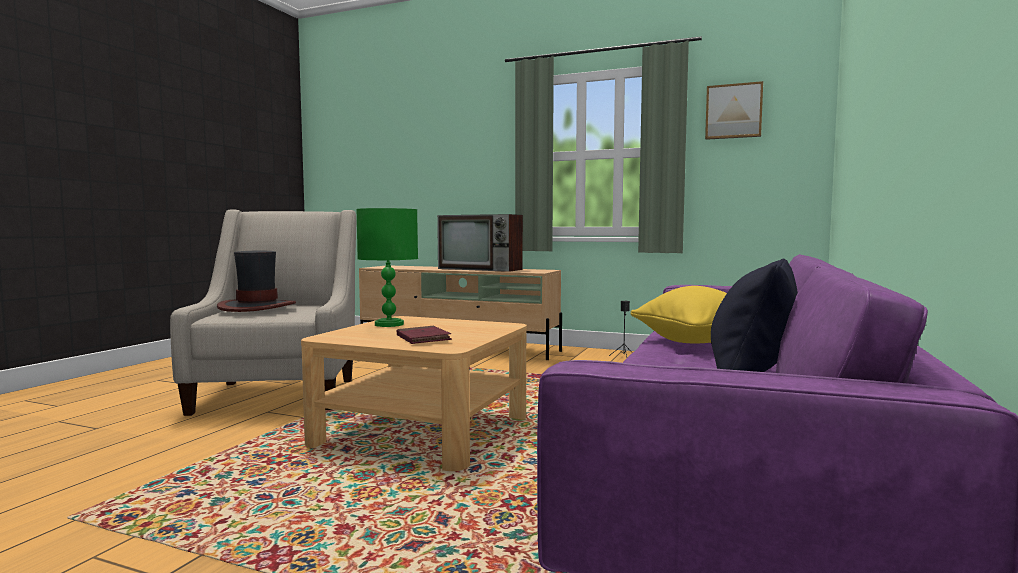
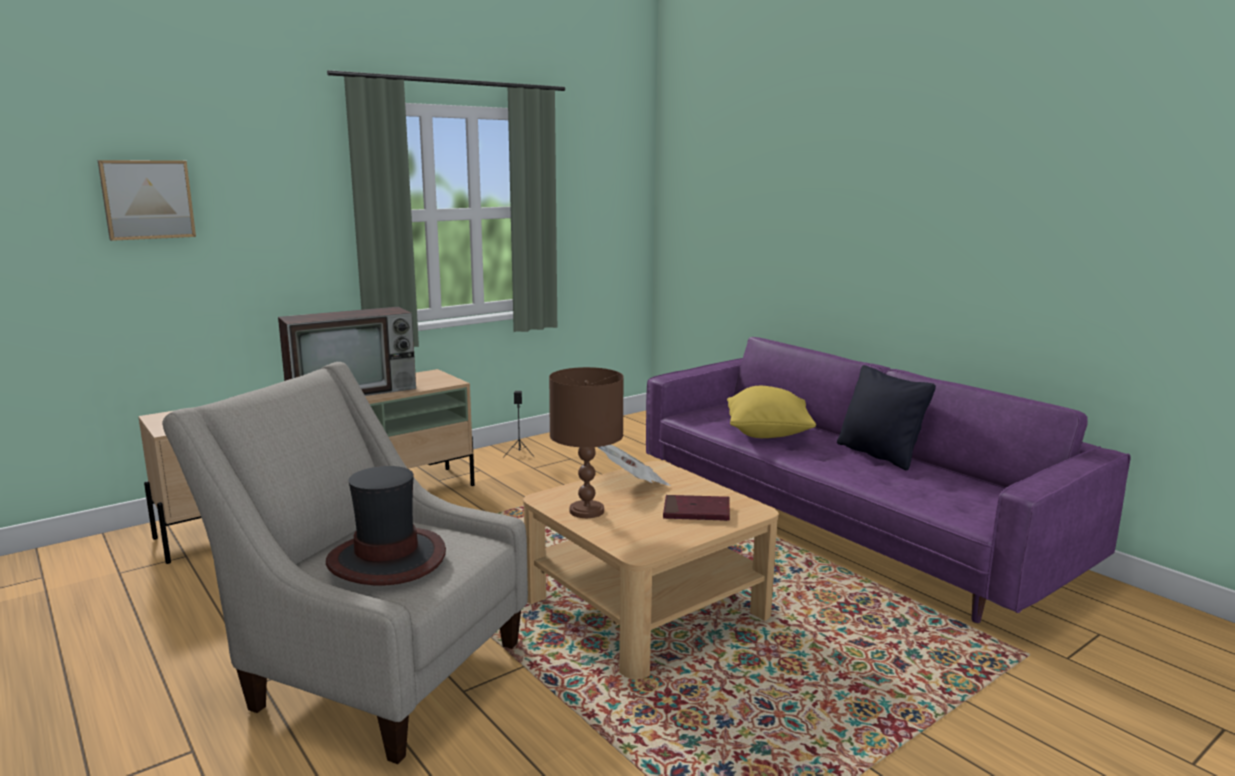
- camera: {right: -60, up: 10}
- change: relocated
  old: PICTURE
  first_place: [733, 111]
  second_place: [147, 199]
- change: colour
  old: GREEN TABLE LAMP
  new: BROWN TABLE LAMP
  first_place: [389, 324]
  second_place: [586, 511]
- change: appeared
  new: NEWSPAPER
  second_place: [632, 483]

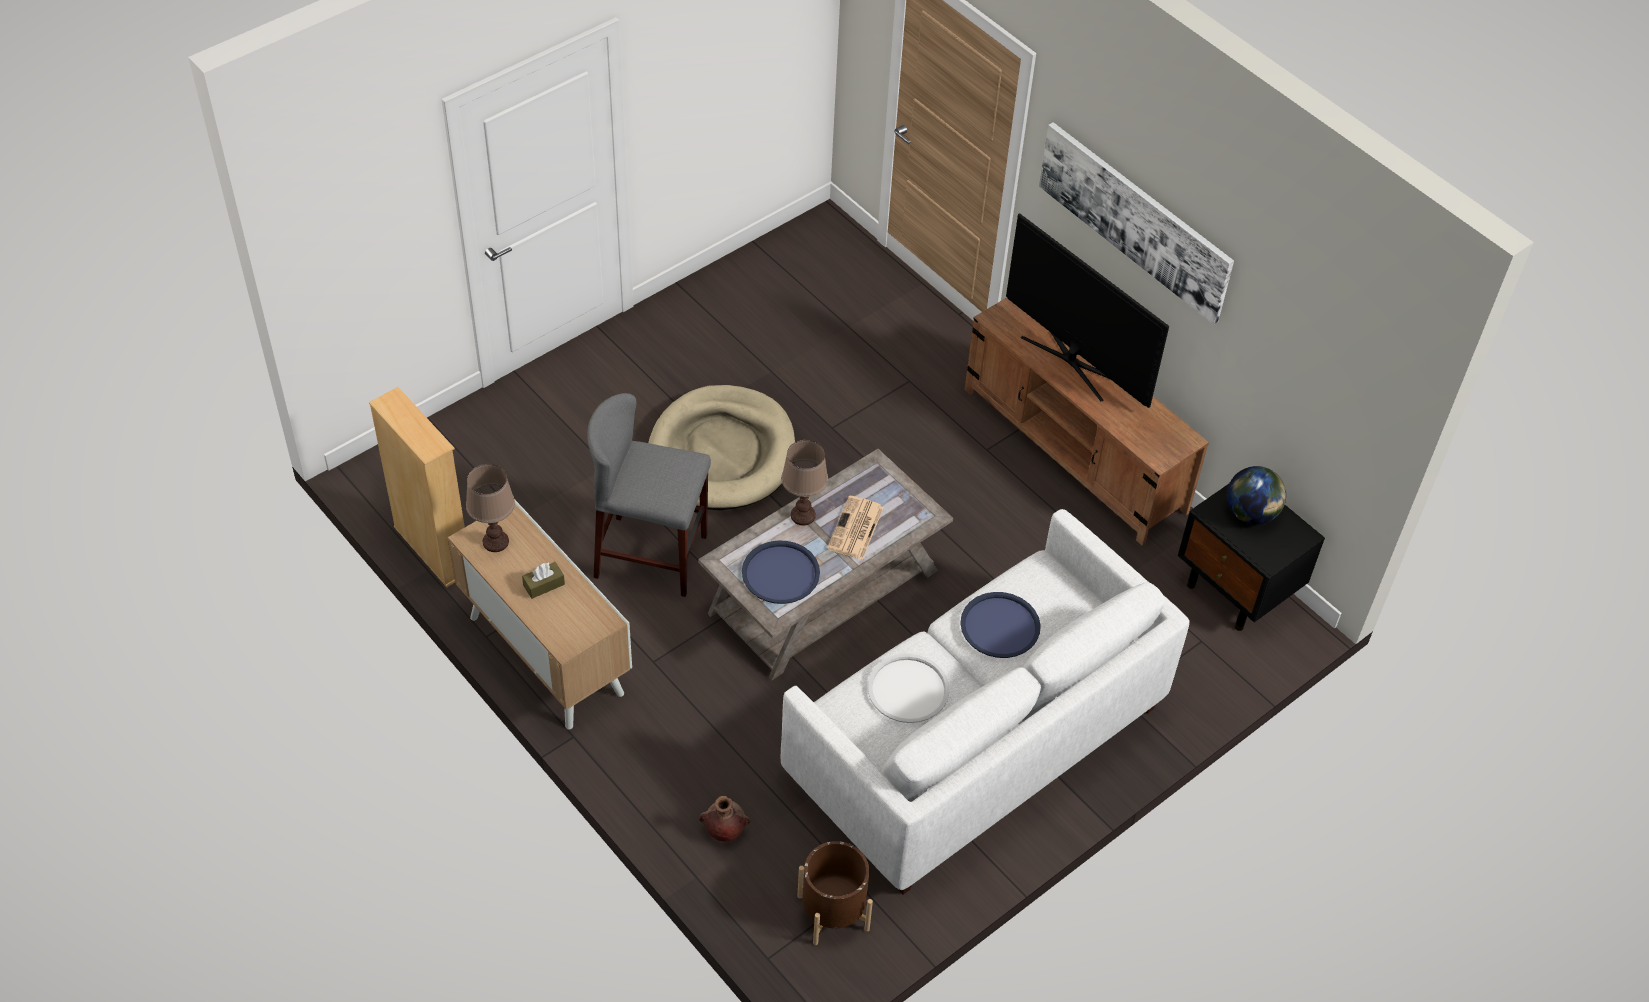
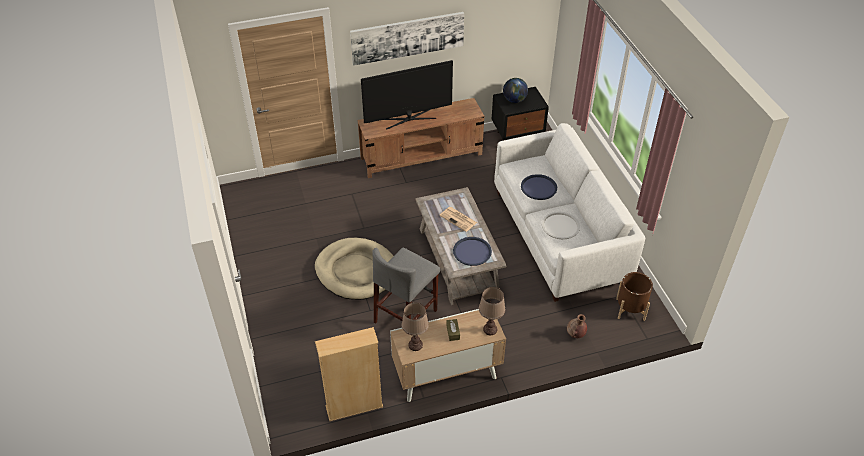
- camera: {right: -65, up: -5}
- change: relocated
  old: BROWN TABLE LAMP
  first_place: [802, 515]
  second_place: [490, 329]

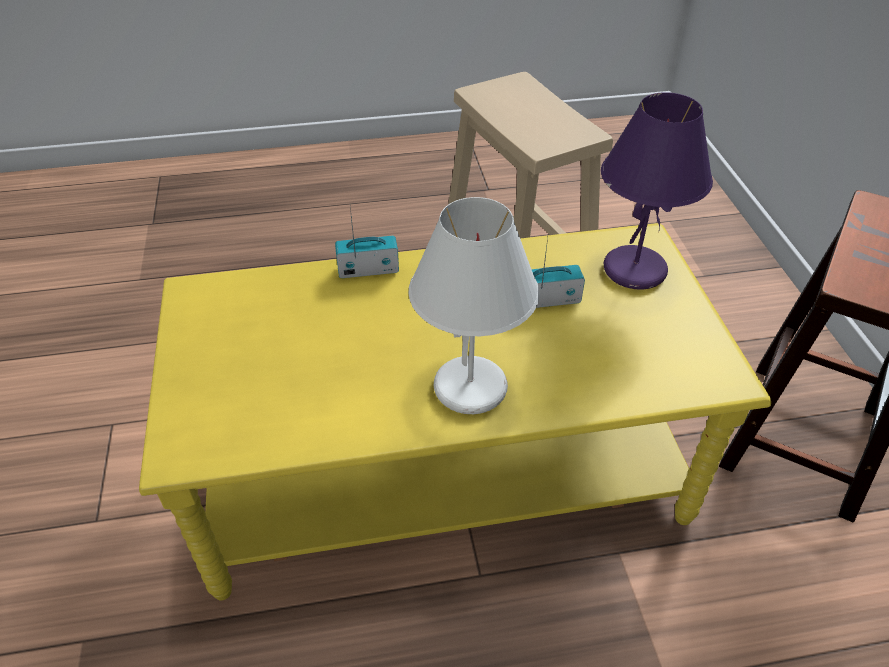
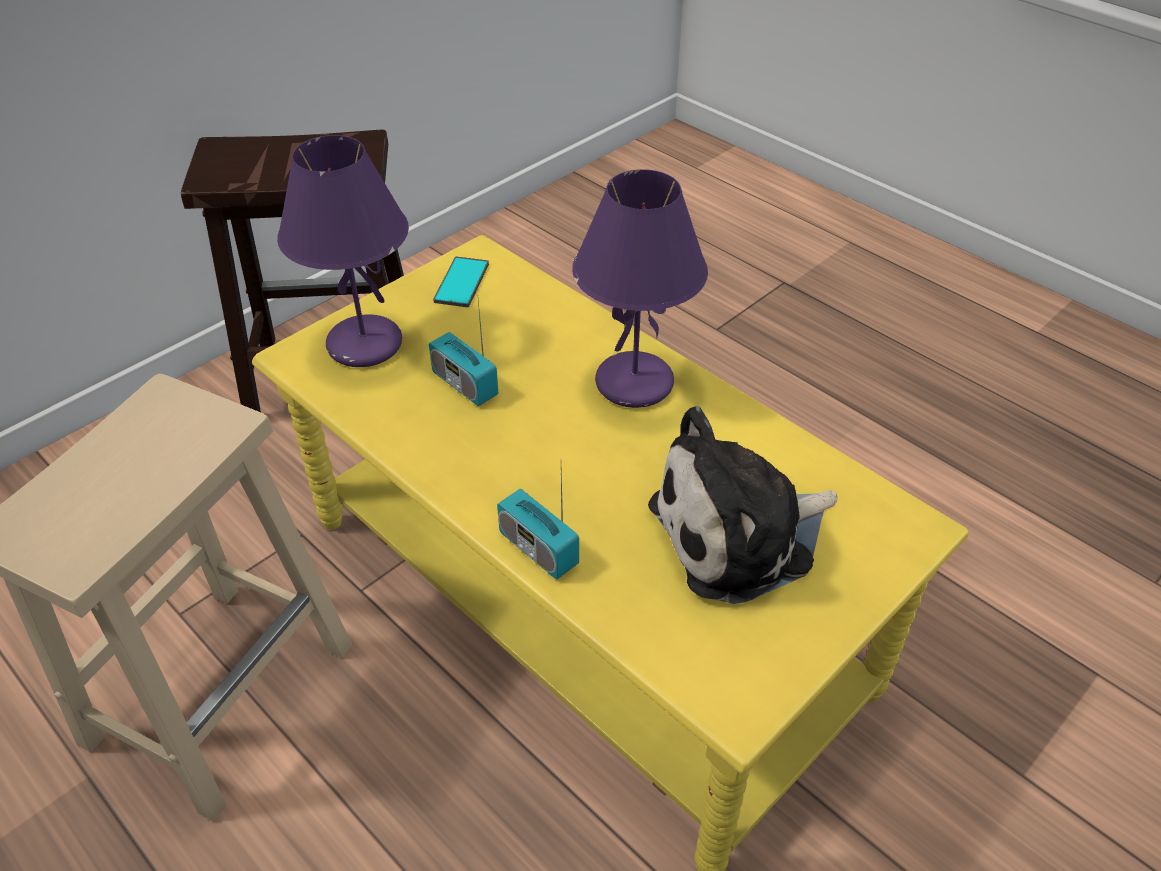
- camera: {right: -125, up: 0}
- change: colour
  old: WHITE TABLE LAMP
  new: PURPLE TABLE LAMP
  first_place: [471, 389]
  second_place: [634, 382]
- change: appeared
  new: PHONE
  second_place: [461, 283]
- change: appeared
  new: PLUSH TOY
  second_place: [740, 534]

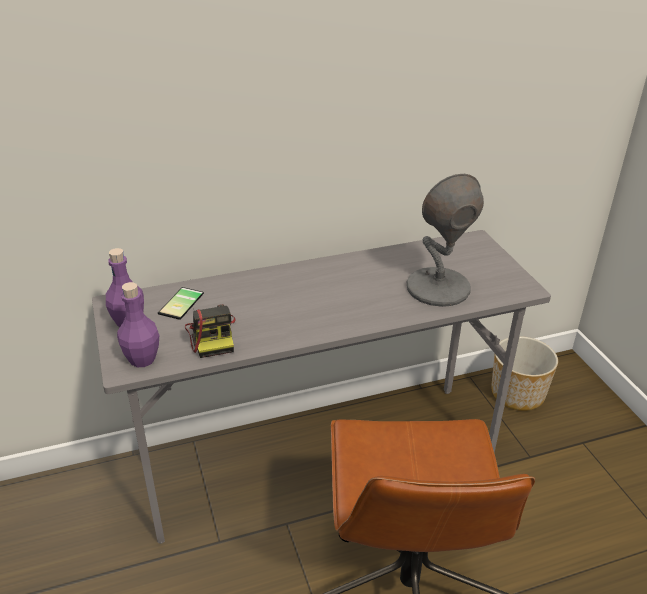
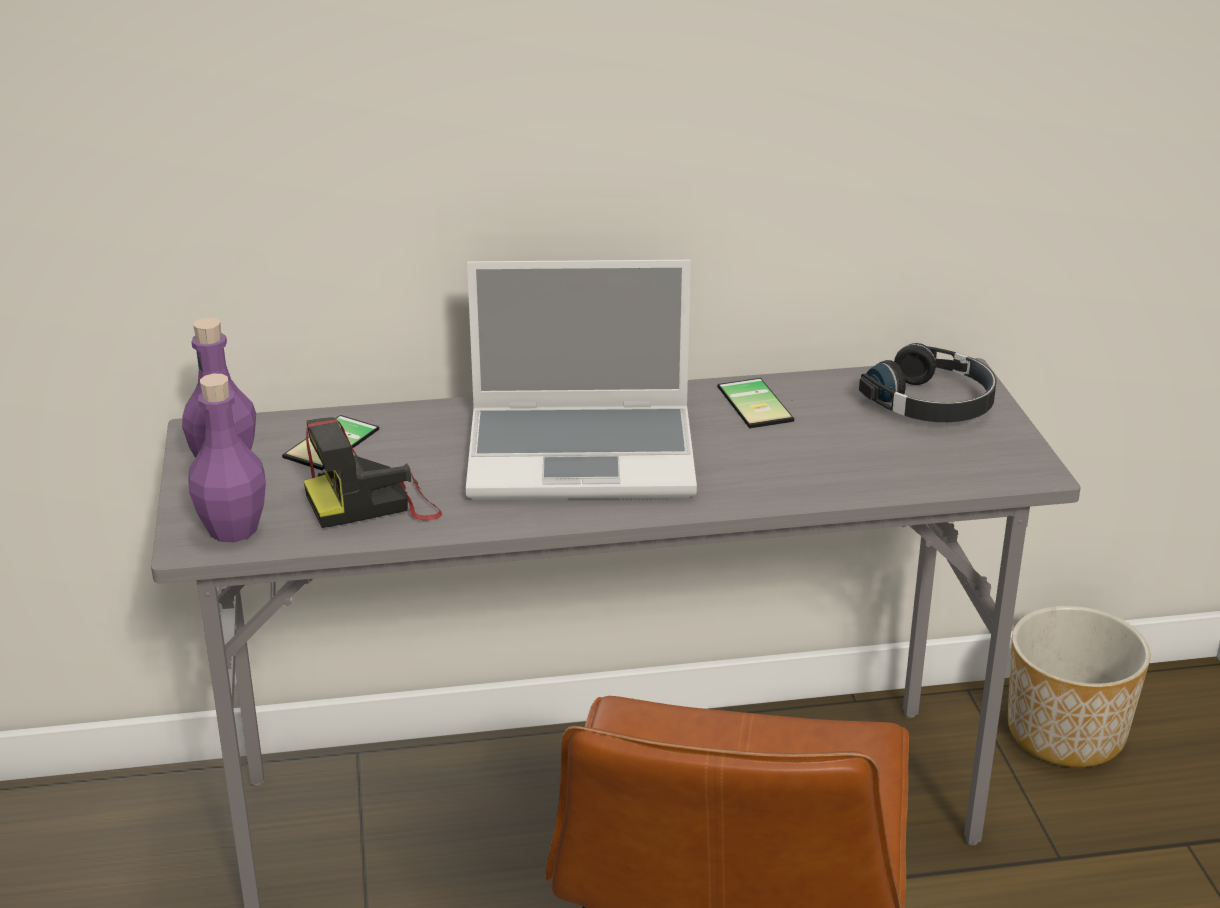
- camera: {right: 10, up: -5}
- change: missing
  old: GREY TABLE LAMP
  first_place: [437, 288]
- change: spun
  old: PHOTO CAMERA
  first_place: [212, 336]
  second_place: [374, 503]
  degrees: 75
- change: appeared
  new: LAPTOP
  second_place: [584, 455]
- change: appeared
  new: BLACK HEADPHONES
  second_place: [932, 403]
- change: appeared
  new: PHONE
  second_place: [760, 403]

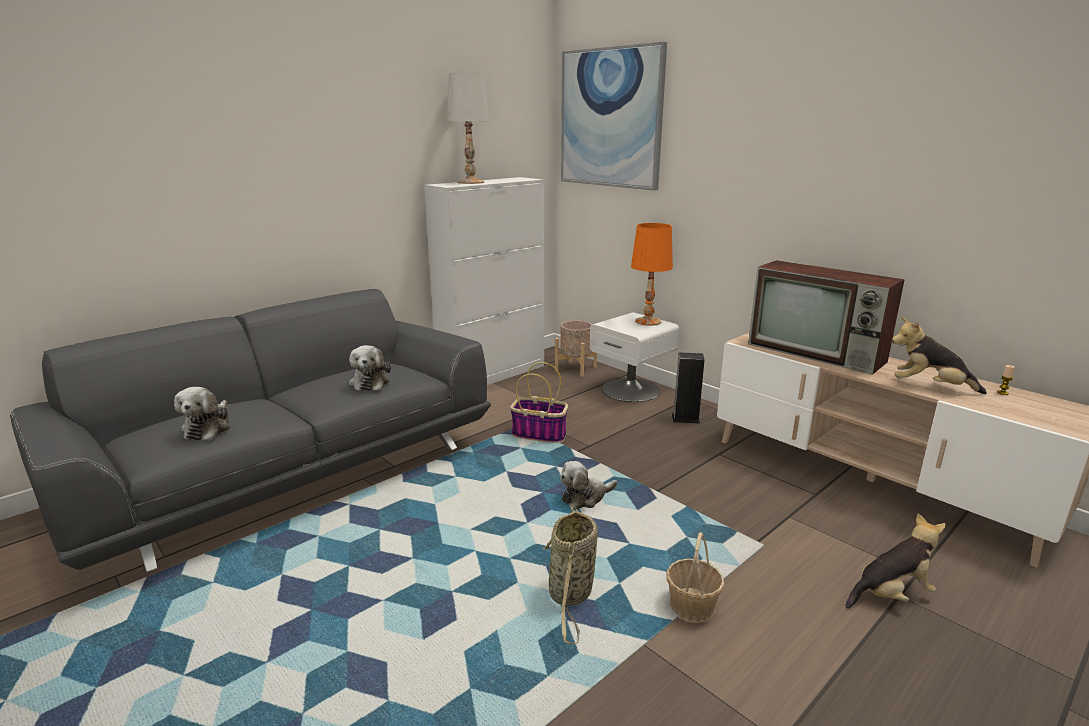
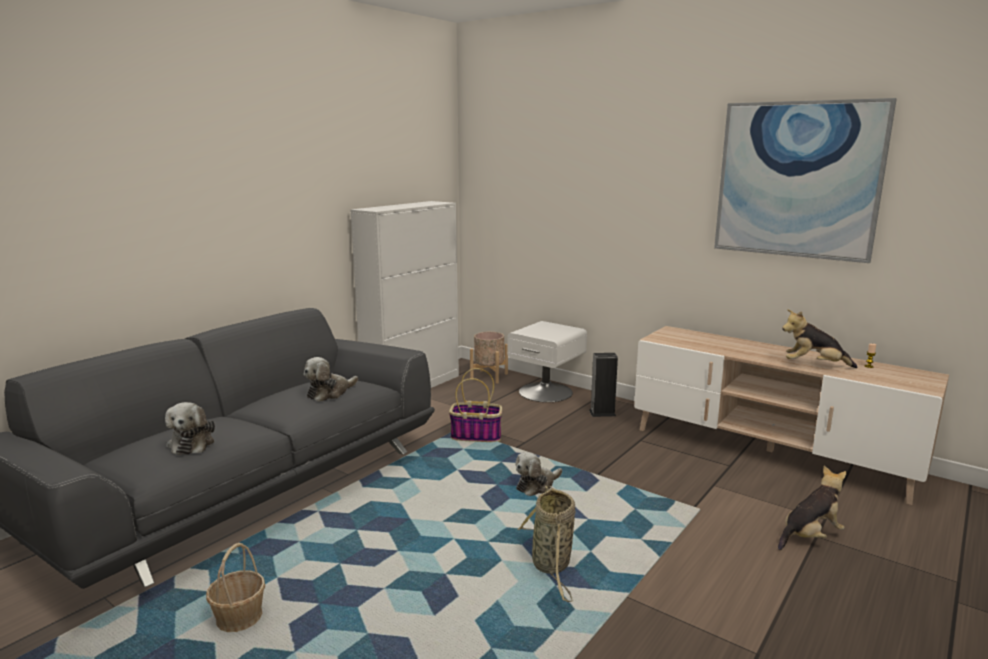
- camera: {right: -10, up: -5}
- change: relocated
  old: PICTURE
  first_place: [610, 118]
  second_place: [797, 180]
- change: missing
  old: WHITE TABLE LAMP
  first_place: [470, 182]
- change: missing
  old: ORANGE TABLE LAMP
  first_place: [647, 321]
- change: missing
  old: TELEVISION
  first_place: [818, 353]
- change: spun
  old: PLUSH TOY
  first_place: [370, 382]
  second_place: [329, 393]
  degrees: 60
- change: relocated
  old: BASKET
  first_place: [691, 606]
  second_place: [239, 618]

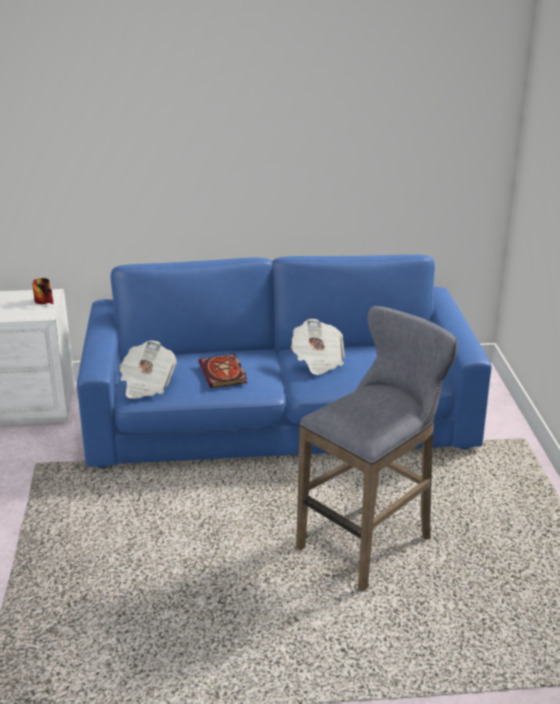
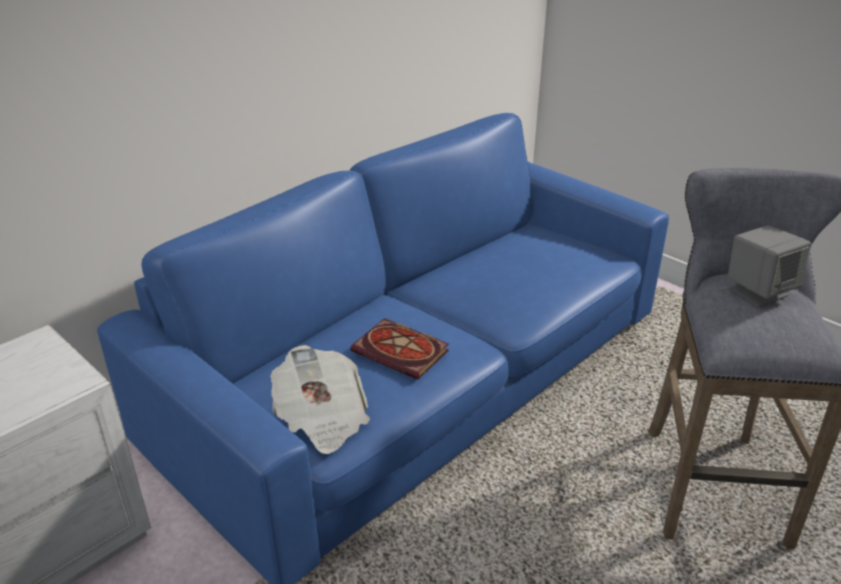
- camera: {right: -40, up: 5}
- change: missing
  old: MUG
  first_place: [46, 301]
- change: missing
  old: NEWSPAPER
  first_place: [318, 360]
- change: appeared
  new: GREY SPEAKER
  second_place: [758, 291]

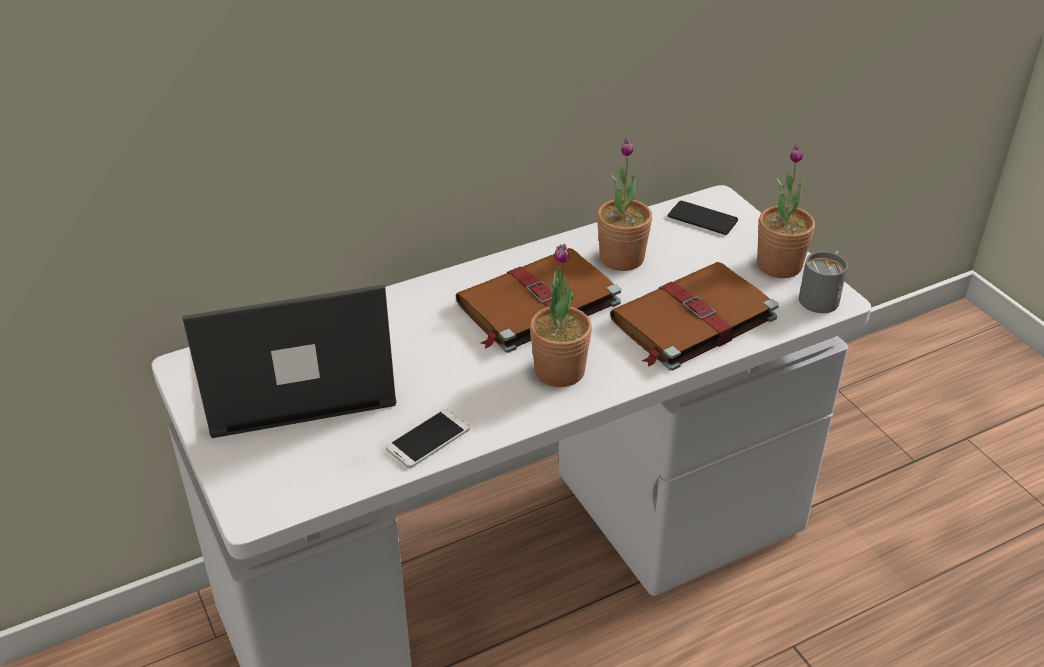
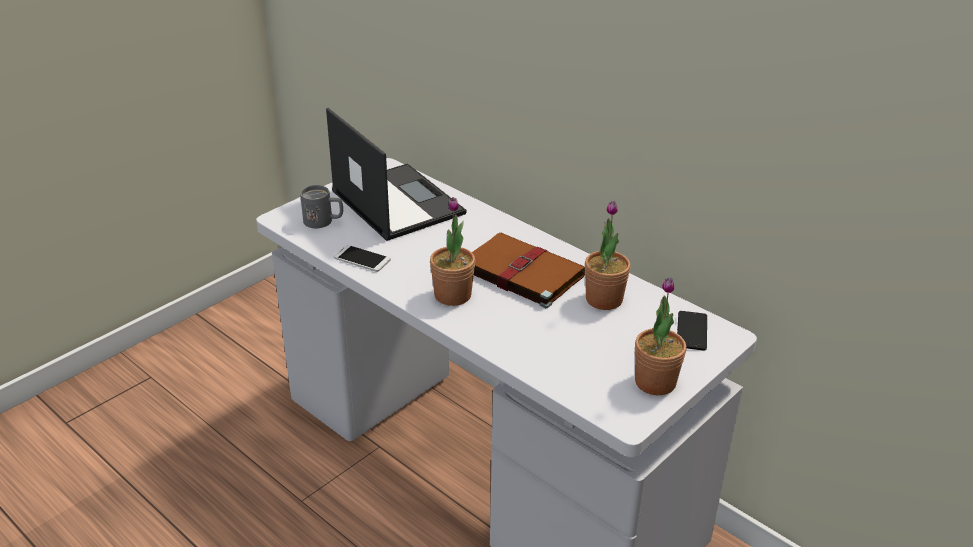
- camera: {right: 70, up: -5}
- change: relocated
  old: GREY MUG
  first_place: [822, 296]
  second_place: [324, 221]
- change: missing
  old: BROWN BOOK
  first_place: [691, 320]

